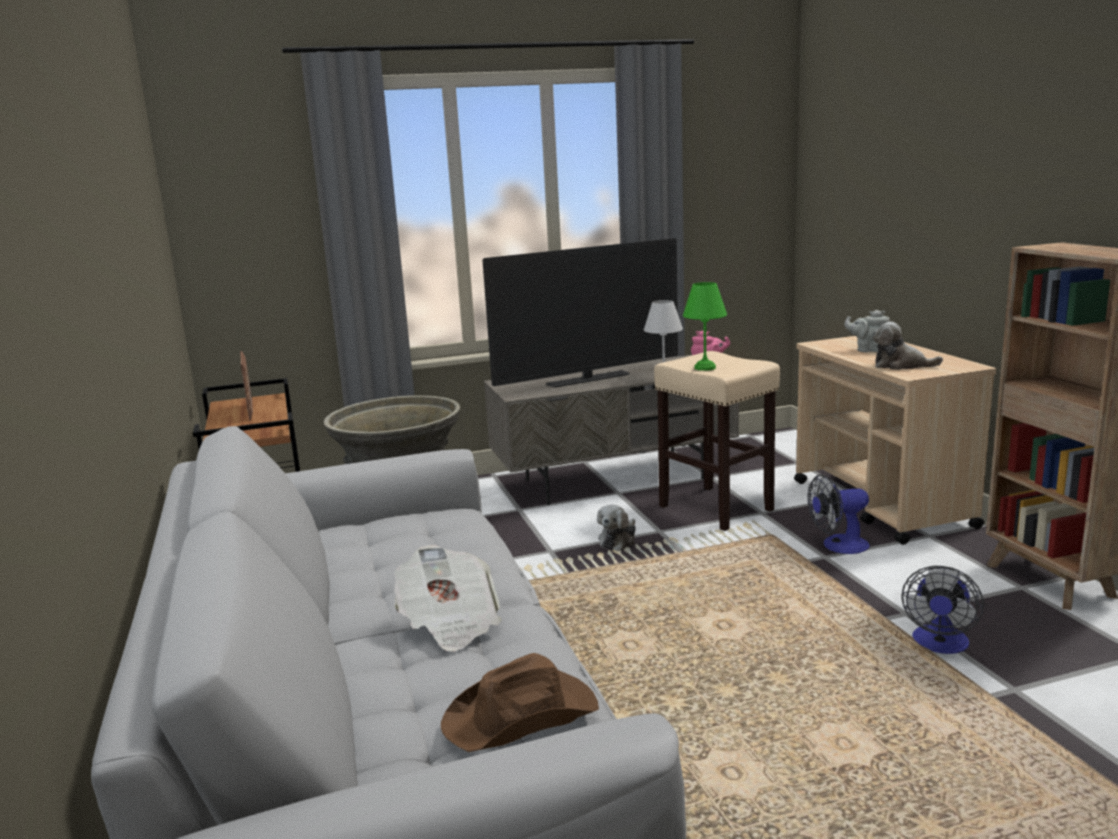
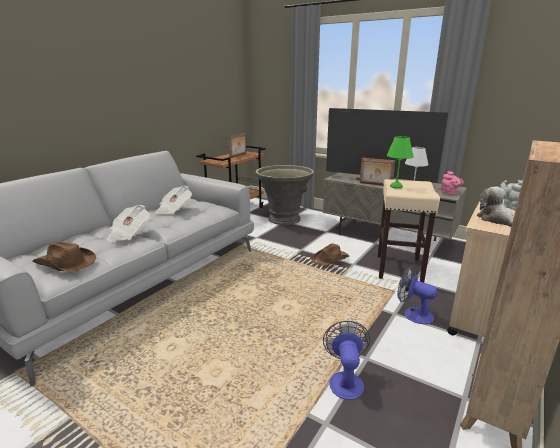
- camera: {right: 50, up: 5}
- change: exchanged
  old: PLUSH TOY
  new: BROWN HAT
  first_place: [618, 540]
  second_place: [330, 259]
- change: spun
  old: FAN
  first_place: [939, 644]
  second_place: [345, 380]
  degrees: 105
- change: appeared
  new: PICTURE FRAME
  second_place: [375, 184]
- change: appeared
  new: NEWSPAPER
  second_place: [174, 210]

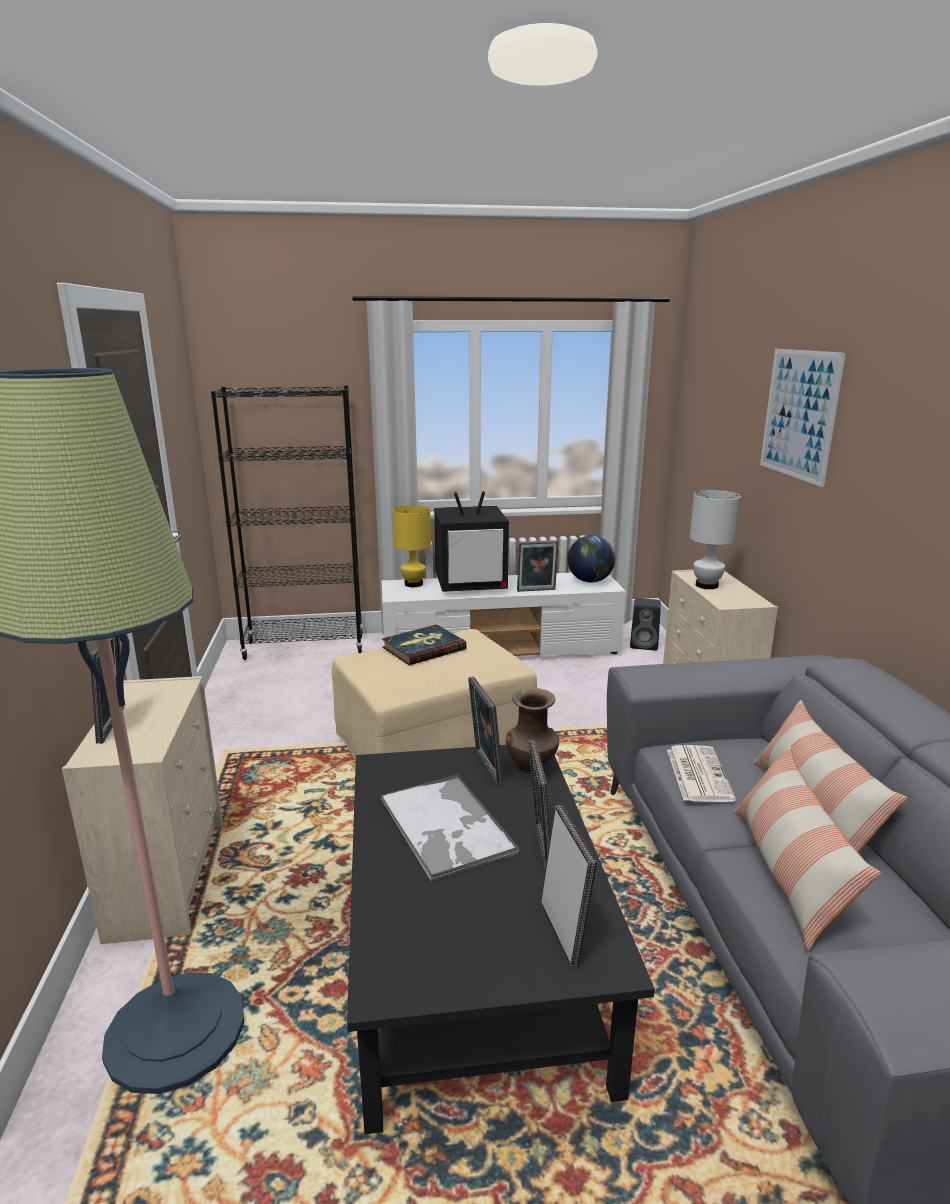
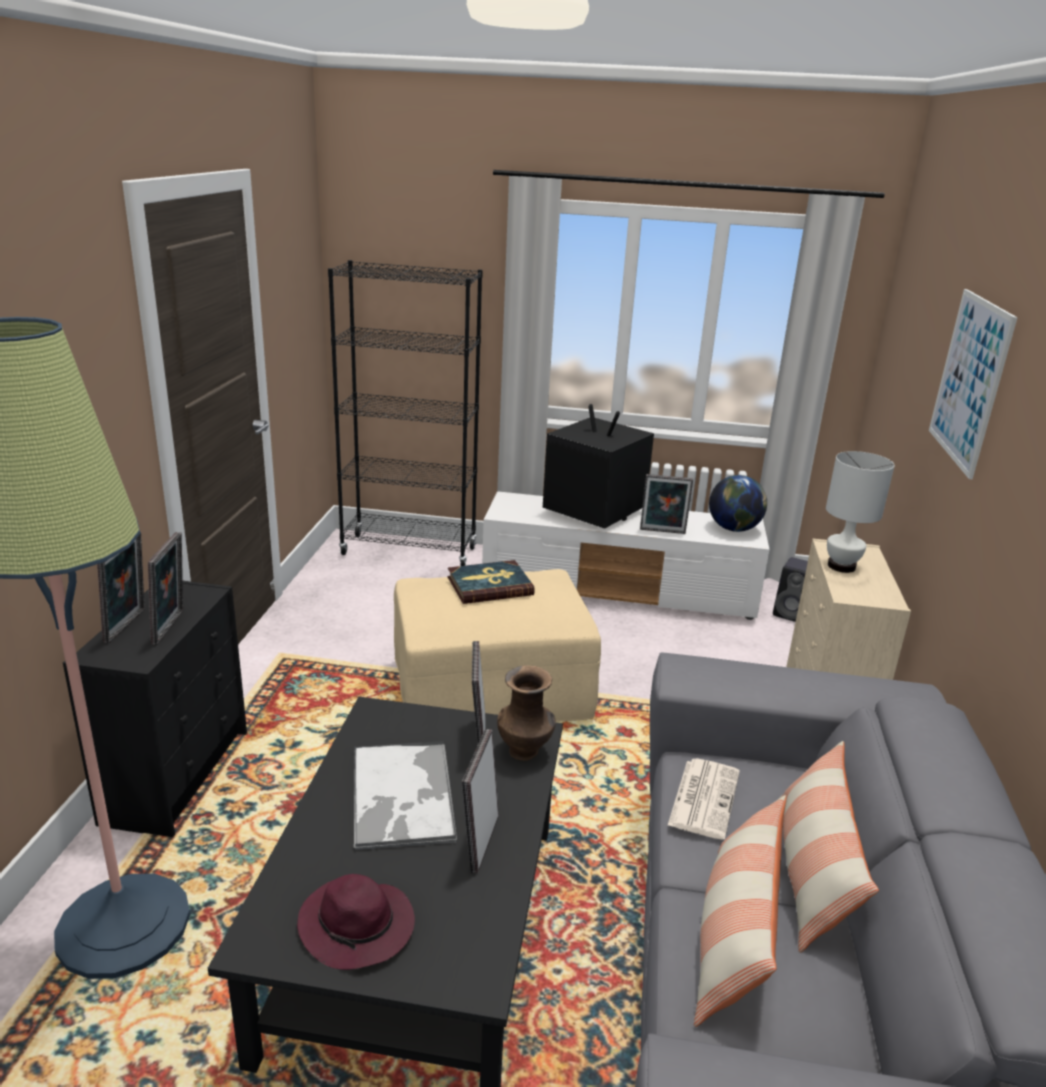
- camera: {right: 15, up: 5}
- change: spun
  old: TELEVISION
  first_place: [471, 584]
  second_place: [592, 512]
  degrees: -150
- change: missing
  old: YELLOW TABLE LAMP
  first_place: [414, 584]
- change: colour
  old: BEIGE DRESSER
  new: BLACK DRESSER
  first_place: [168, 876]
  second_place: [178, 774]
- change: relocated
  old: PICTURE FRAME
  first_place: [564, 931]
  second_place: [172, 627]
- change: appeared
  new: PURPLE HAT
  second_place: [358, 927]

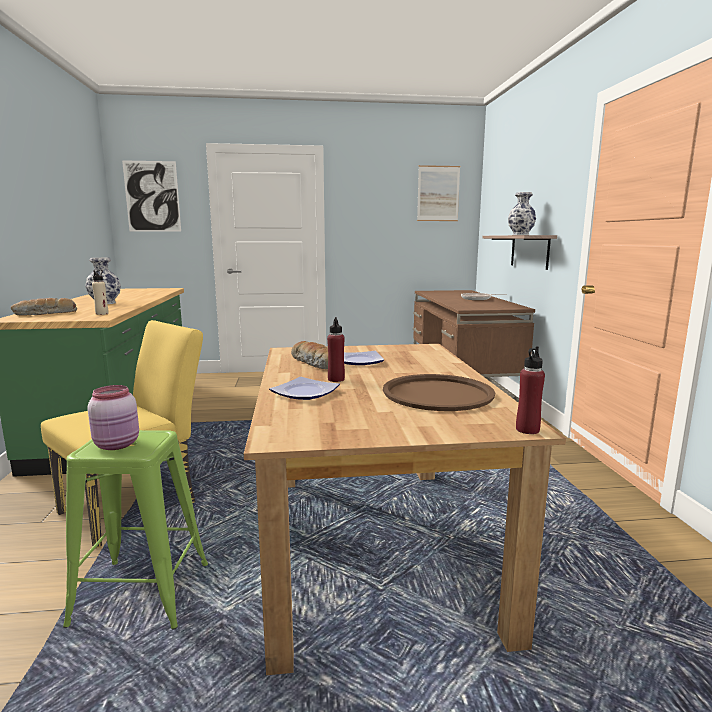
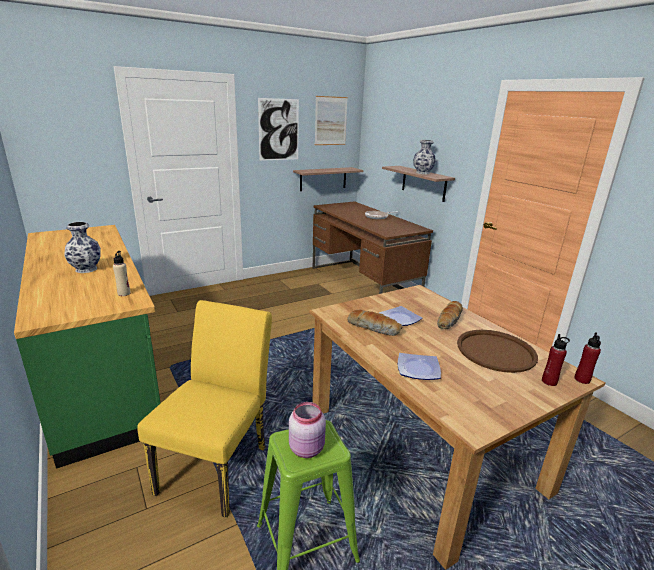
- camera: {right: -25, up: 10}
- change: relocated
  old: PICTURE
  first_place: [152, 196]
  second_place: [279, 130]
- change: relocated
  old: BREAD
  first_place: [46, 314]
  second_place: [449, 320]
- change: relocated
  old: RED BOTTLE
  first_place: [336, 379]
  second_place: [549, 381]
- change: appeared
  new: SHELF
  second_place: [323, 179]

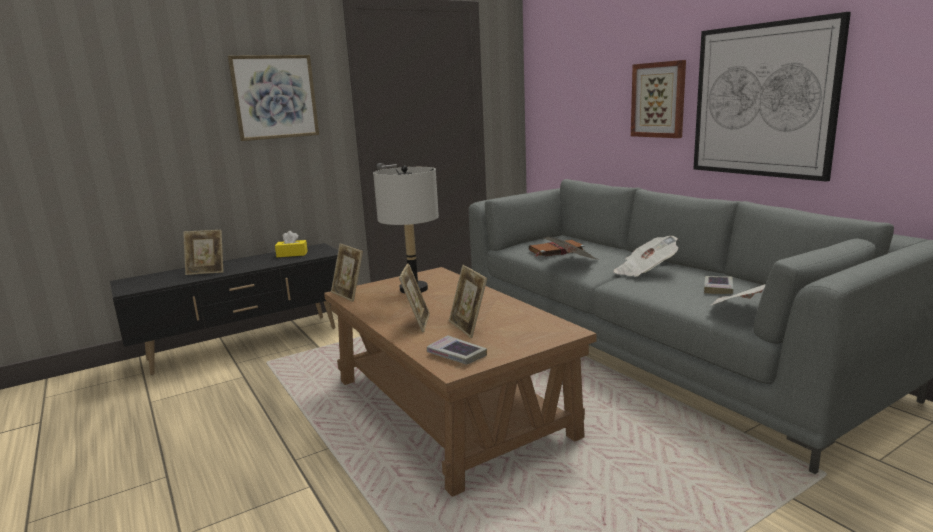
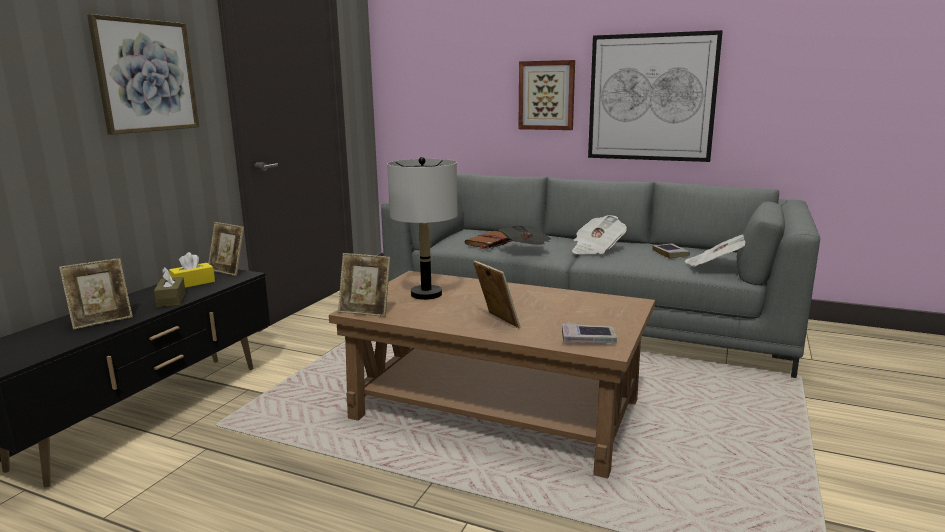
- camera: {right: -35, up: 0}
- change: relocated
  old: PICTURE FRAME
  first_place: [468, 327]
  second_place: [228, 271]
- change: appeared
  new: BROWN TISSUE BOX
  second_place: [171, 300]

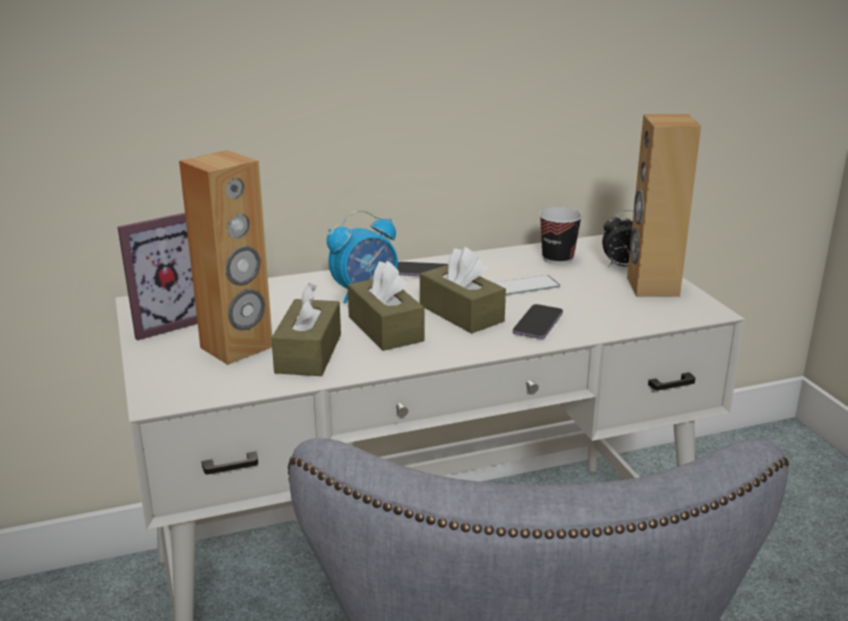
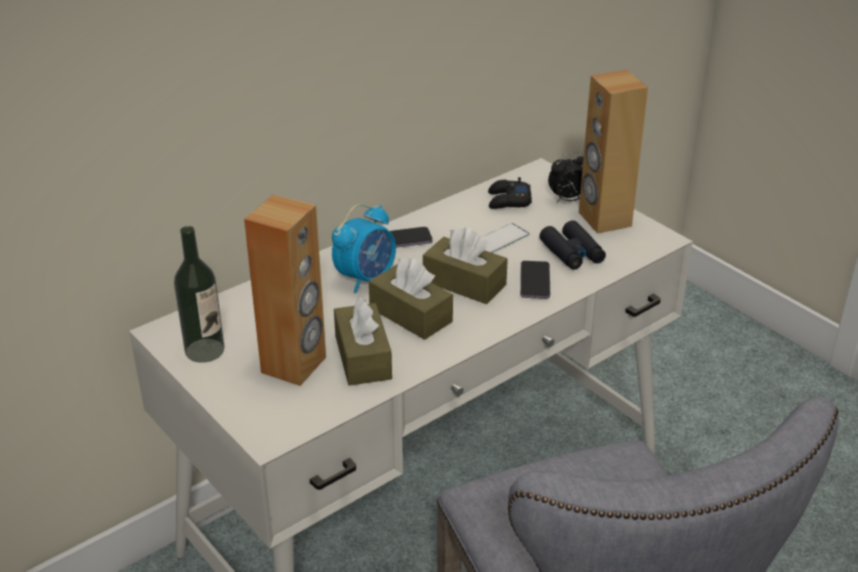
- camera: {right: -20, up: 10}
- change: exchanged
  old: CUP
  new: BLACK GAME CONTROLLER
  first_place: [557, 259]
  second_place: [508, 201]
- change: exchanged
  old: PICTURE FRAME
  new: BOTTLE
  first_place: [165, 322]
  second_place: [204, 350]
- change: appeared
  new: BLACK BINOCULARS
  second_place: [572, 253]

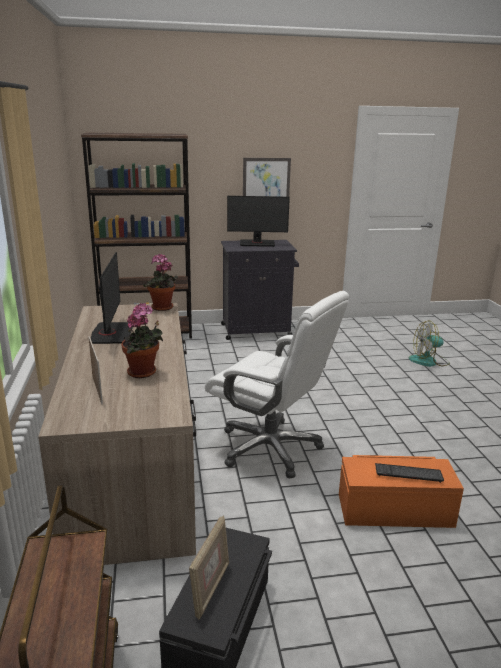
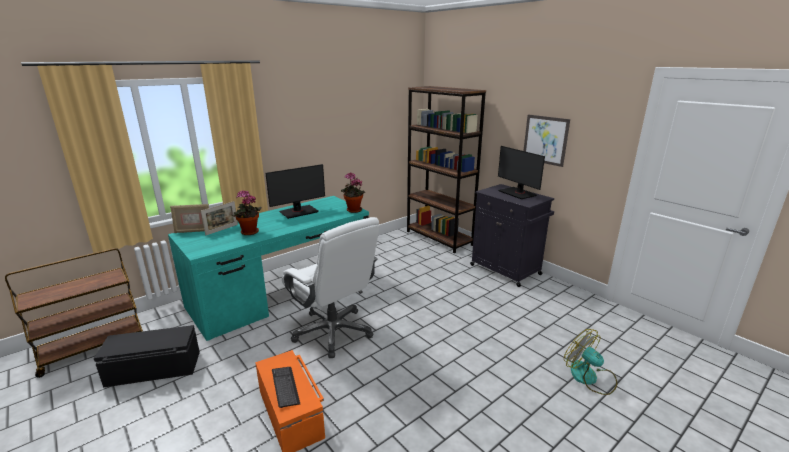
- camera: {right: 60, up: 0}
- change: spun
  old: WHITE OFFICE CHAIR
  first_place: [271, 448]
  second_place: [333, 332]
  degrees: -45
- change: colour
  old: BROWN DESK
  new: TURQUOISE DESK
  first_place: [133, 462]
  second_place: [283, 292]
- change: relocated
  old: PICTURE FRAME
  first_place: [210, 589]
  second_place: [194, 231]

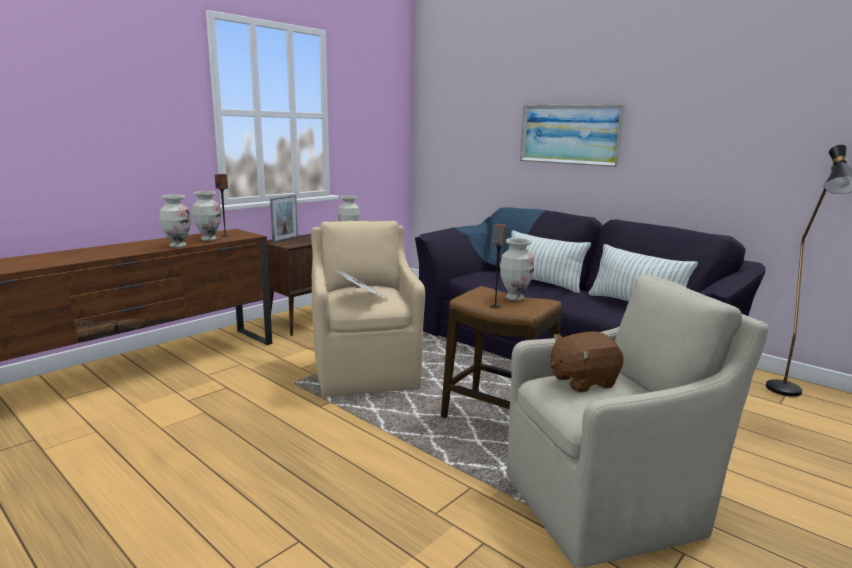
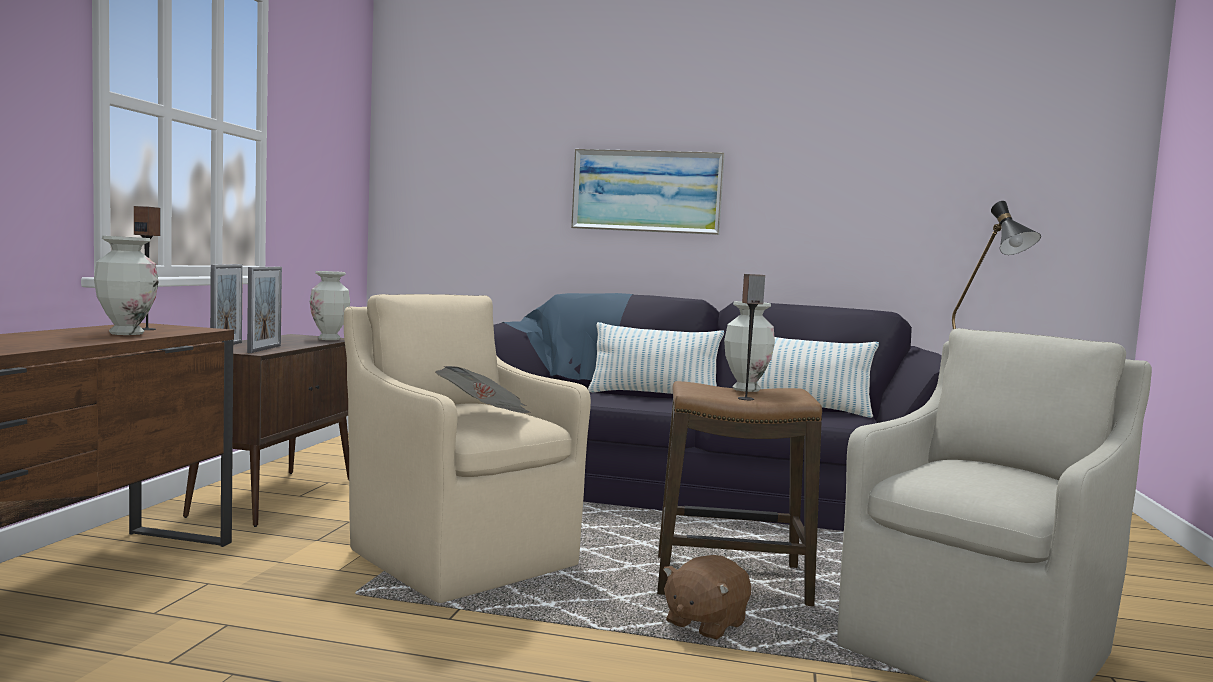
- camera: {right: -30, up: -10}
- change: missing
  old: VASE
  first_place: [178, 246]
- change: relocated
  old: BROWN PLUSH TOY
  first_place: [582, 381]
  second_place: [704, 624]
- change: appeared
  new: PICTURE FRAME
  second_place: [264, 349]

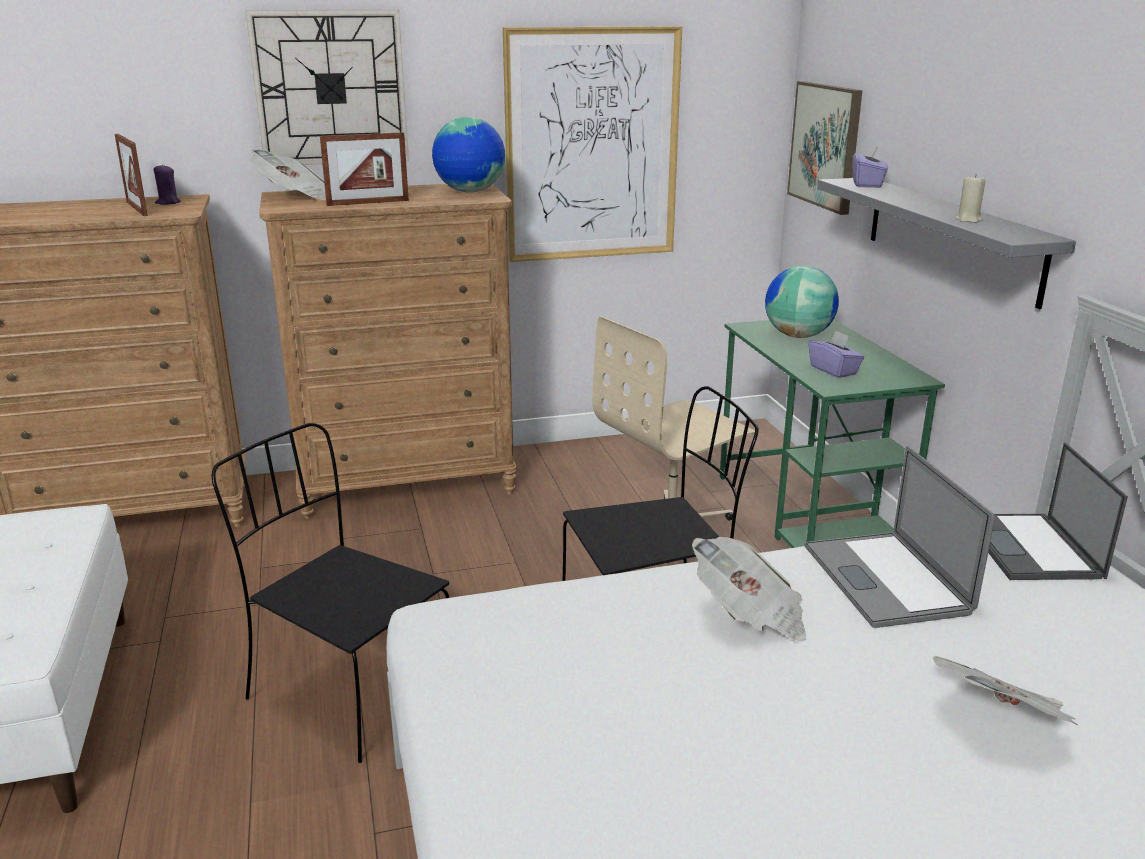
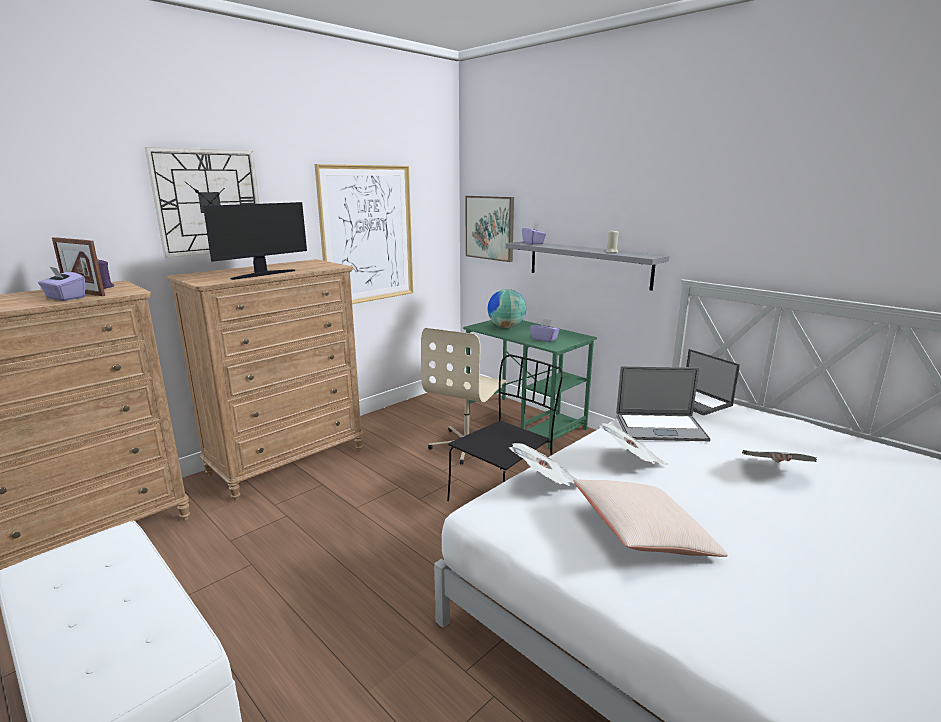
- camera: {right: -30, up: -5}
- change: missing
  old: GLOBE
  first_place: [470, 192]
- change: exchanged
  old: PICTURE FRAME
  new: MONITOR
  first_place: [368, 203]
  second_place: [263, 274]
- change: relocated
  old: NEWSPAPER
  first_place: [295, 196]
  second_place: [545, 482]
- change: missing
  old: BLACK CHAIR
  first_place: [348, 689]
- change: spun
  old: LAPTOP
  first_place: [885, 579]
  second_place: [660, 428]
  degrees: -45
- change: appeared
  new: PURPLE TISSUE BOX
  second_place: [65, 298]
- change: appeared
  new: BEIGE PILLOW
  second_place: [643, 535]

